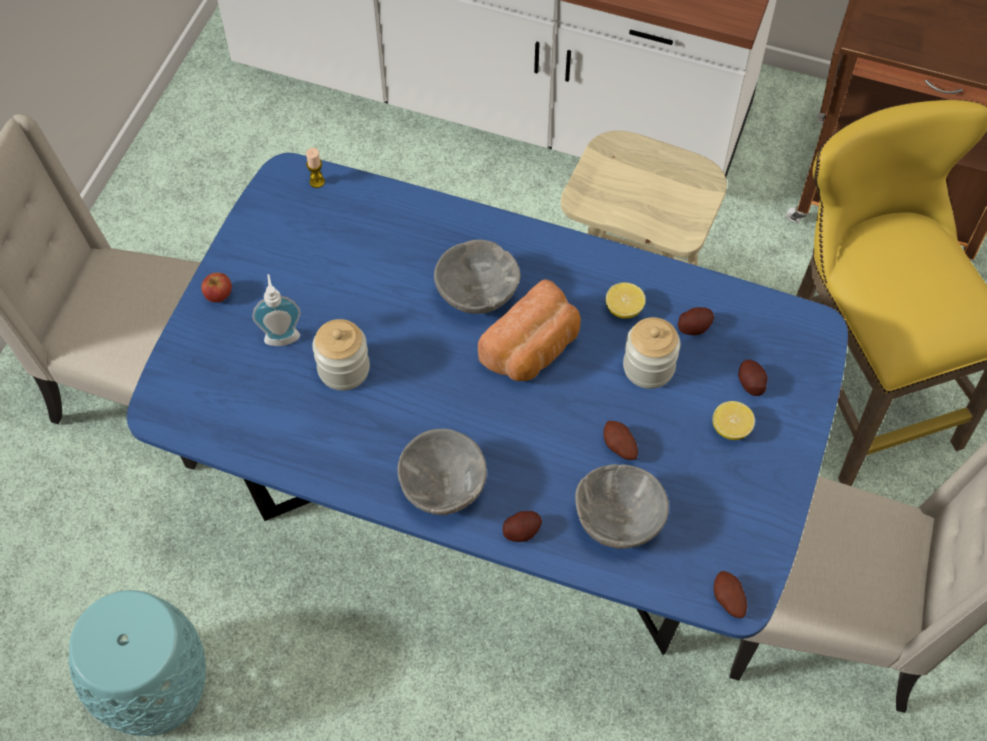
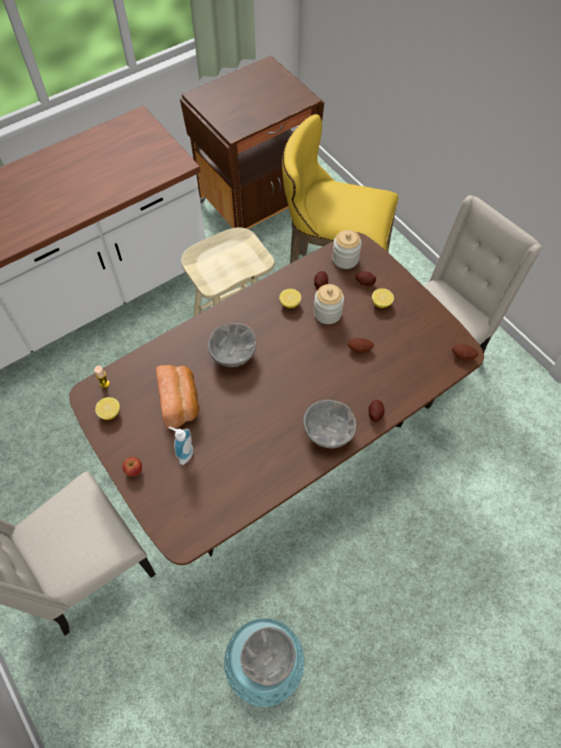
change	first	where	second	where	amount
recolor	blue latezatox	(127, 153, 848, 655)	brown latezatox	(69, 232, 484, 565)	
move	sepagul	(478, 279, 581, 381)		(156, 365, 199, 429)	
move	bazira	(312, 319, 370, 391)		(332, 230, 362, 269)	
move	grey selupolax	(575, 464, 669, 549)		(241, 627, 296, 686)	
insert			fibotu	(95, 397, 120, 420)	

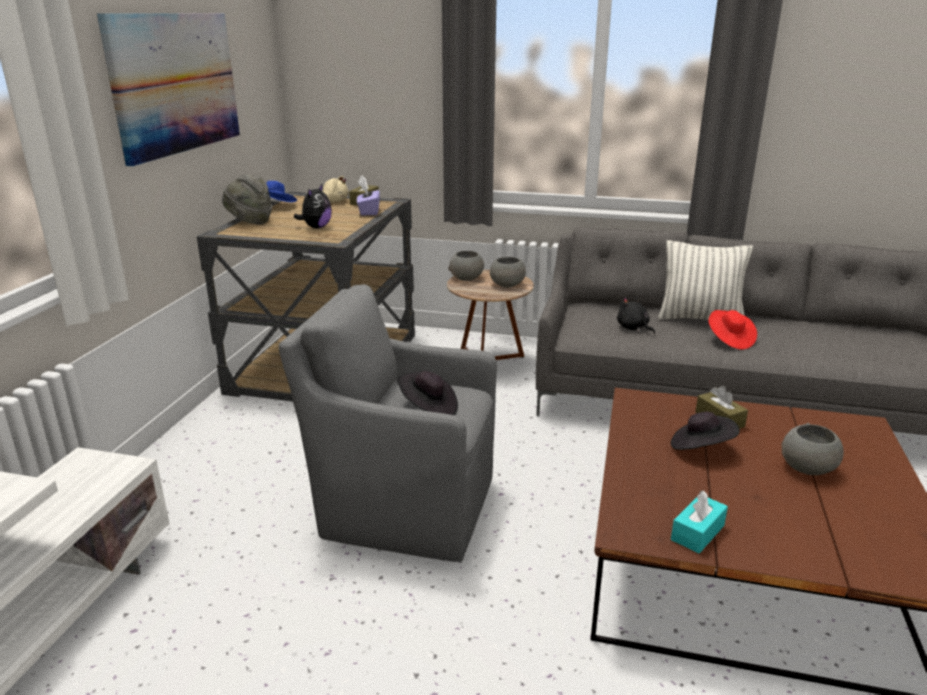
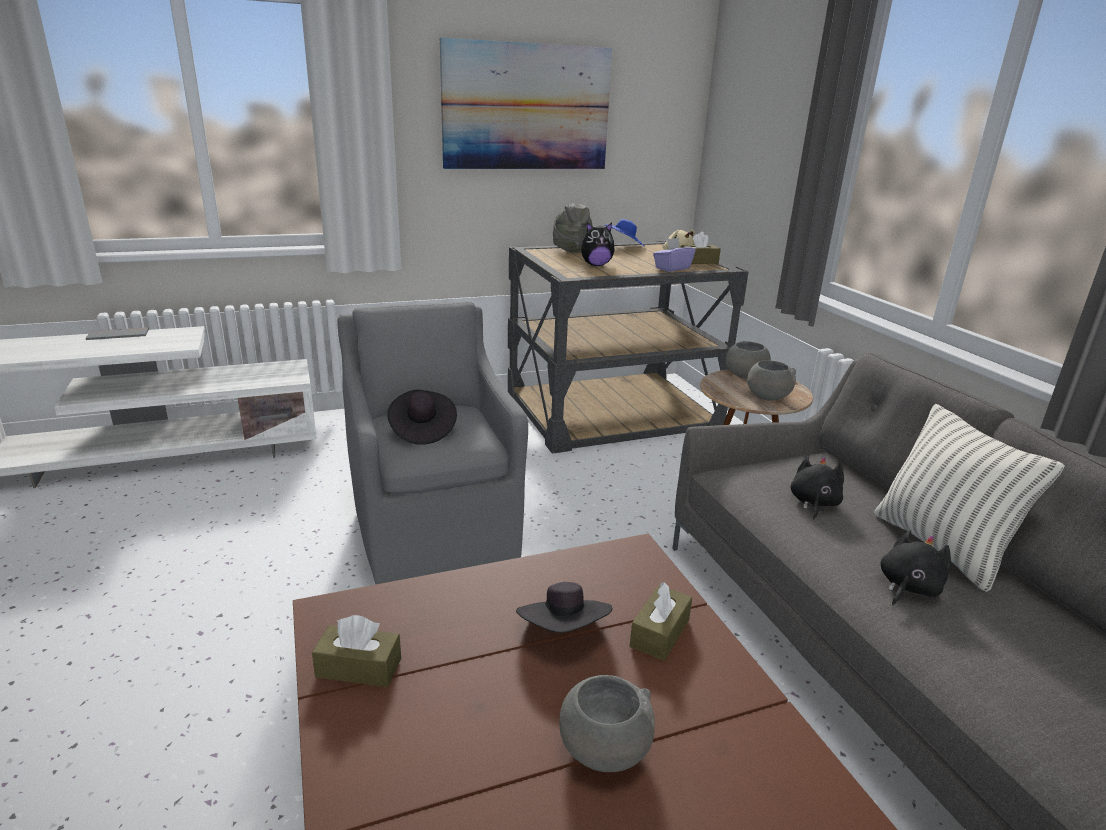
change	first	where	second	where	amount
replace	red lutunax	(708, 310, 757, 350)	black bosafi	(880, 530, 951, 605)	
recolor	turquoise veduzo	(671, 491, 728, 553)	brown veduzo	(312, 615, 401, 687)	

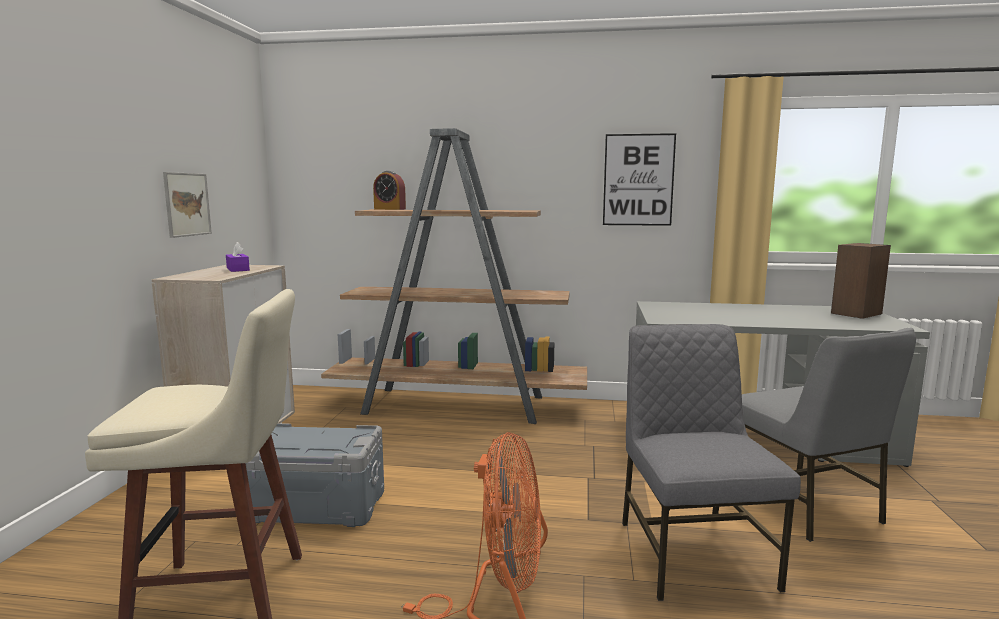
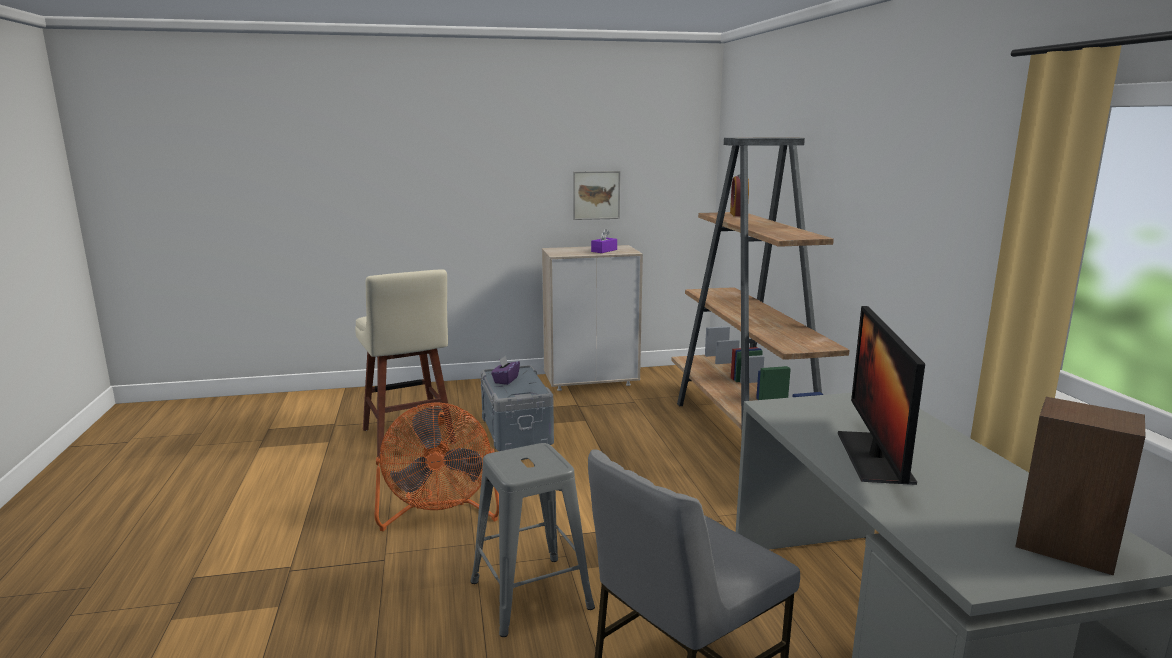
change	first	where	second	where	amount
delete	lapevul	(603, 133, 676, 226)			
replace	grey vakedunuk	(622, 324, 801, 601)	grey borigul	(470, 443, 595, 637)	
insert			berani	(838, 306, 925, 485)	
insert			purple veduzo	(491, 356, 520, 385)	

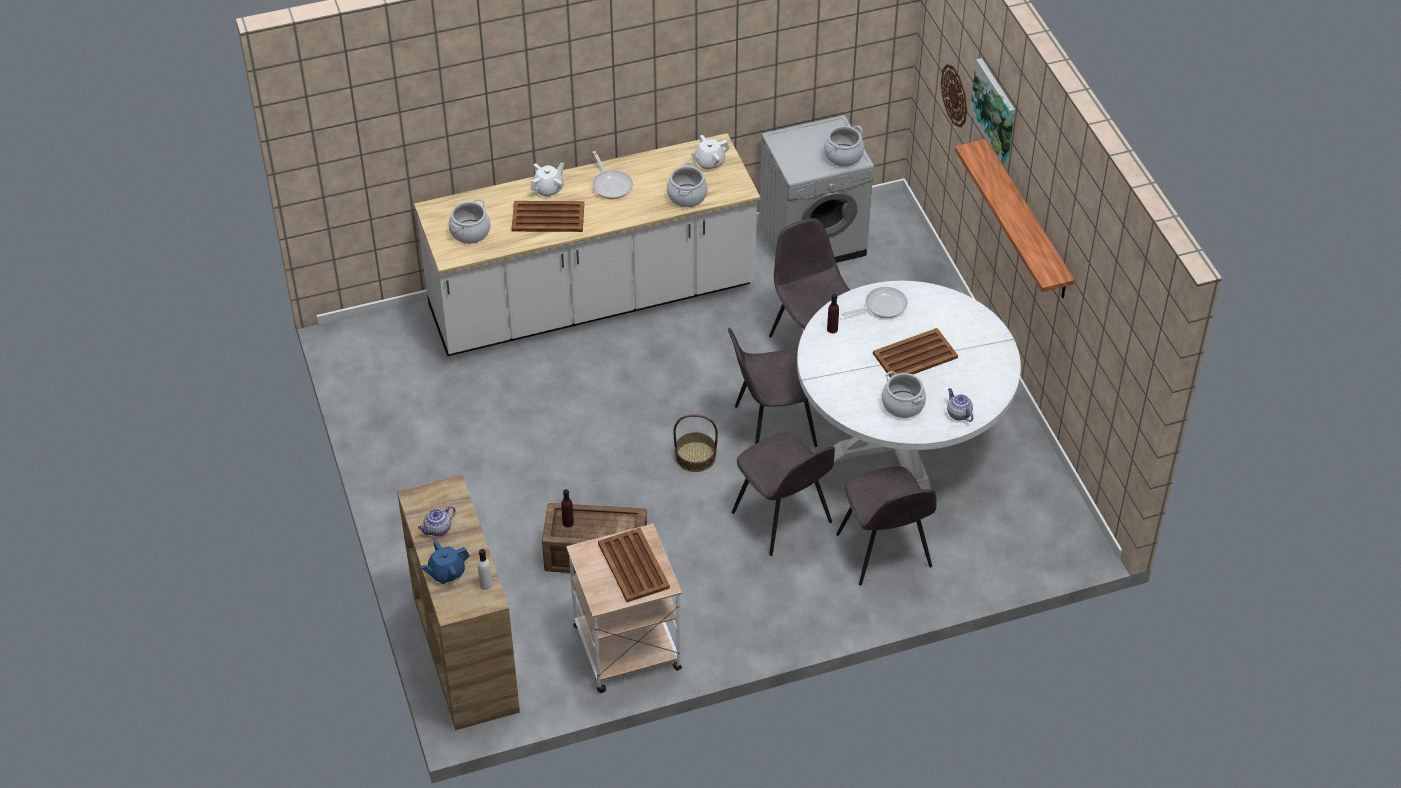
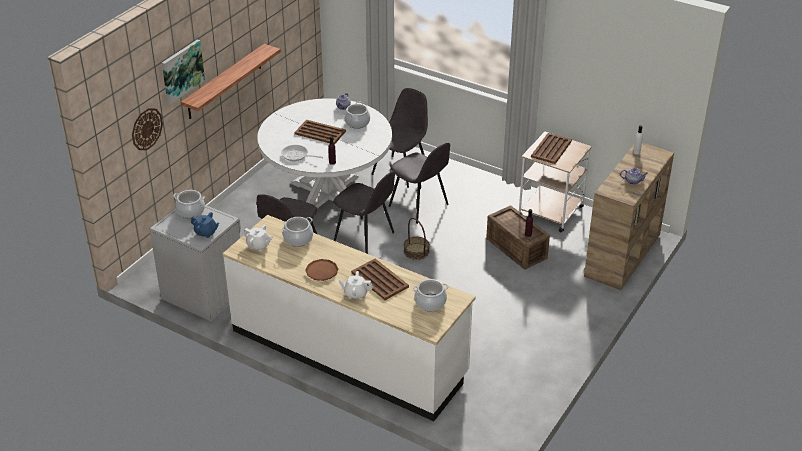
change	first	where	second	where	amount
replace	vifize	(592, 151, 633, 199)	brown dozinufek	(305, 259, 338, 281)	
rotate	grey vakedunuk	(732, 432, 835, 556)		(389, 143, 450, 224)	120 degrees clockwise
move	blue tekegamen	(421, 541, 470, 584)		(191, 212, 219, 238)	

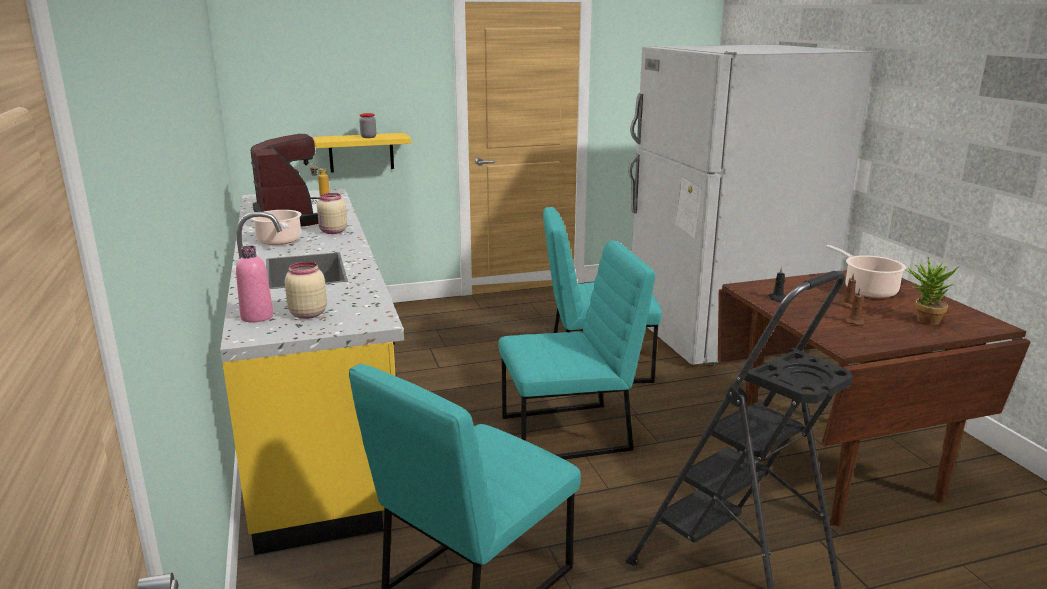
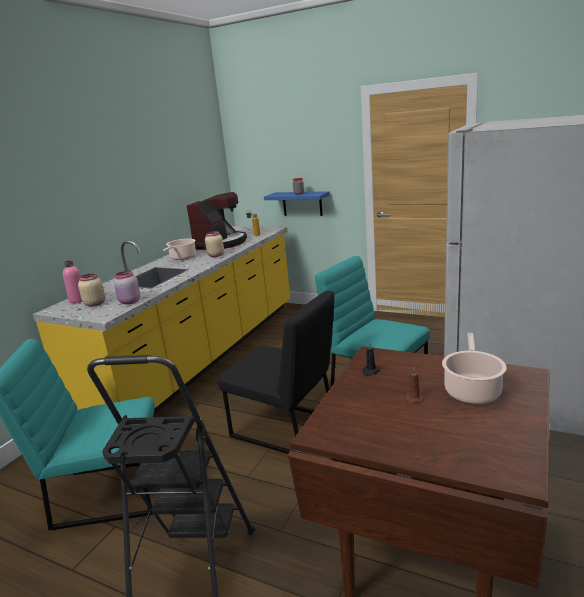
change	first	where	second	where	amount
recolor	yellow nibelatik	(314, 133, 411, 172)	blue nibelatik	(264, 191, 330, 216)	
recolor	turquoise vakedunuk	(498, 241, 655, 459)	black vakedunuk	(218, 290, 334, 454)	
delete	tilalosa	(905, 257, 958, 325)			
delete	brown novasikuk	(844, 288, 864, 325)			
insert			pink bazira	(114, 271, 140, 304)	

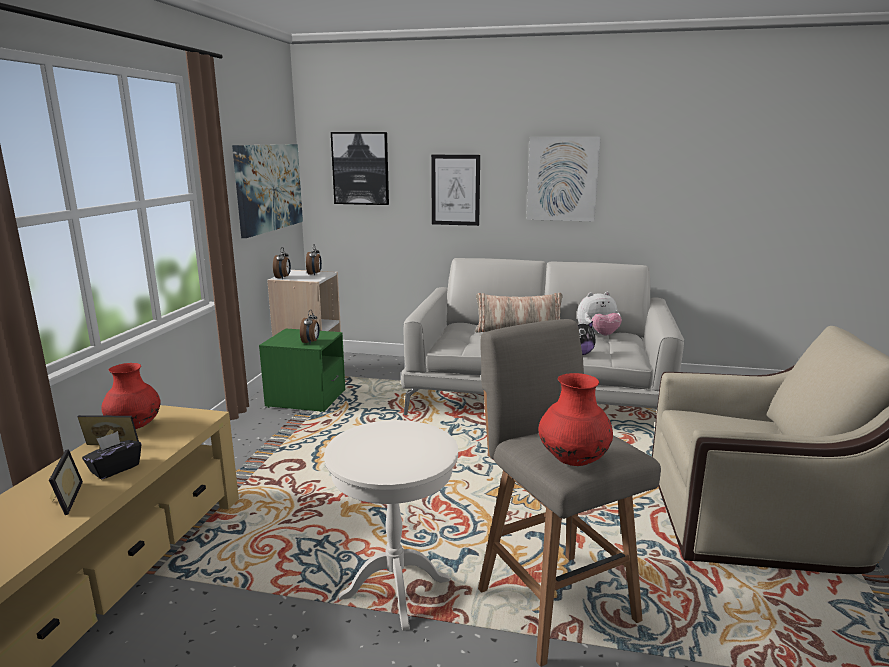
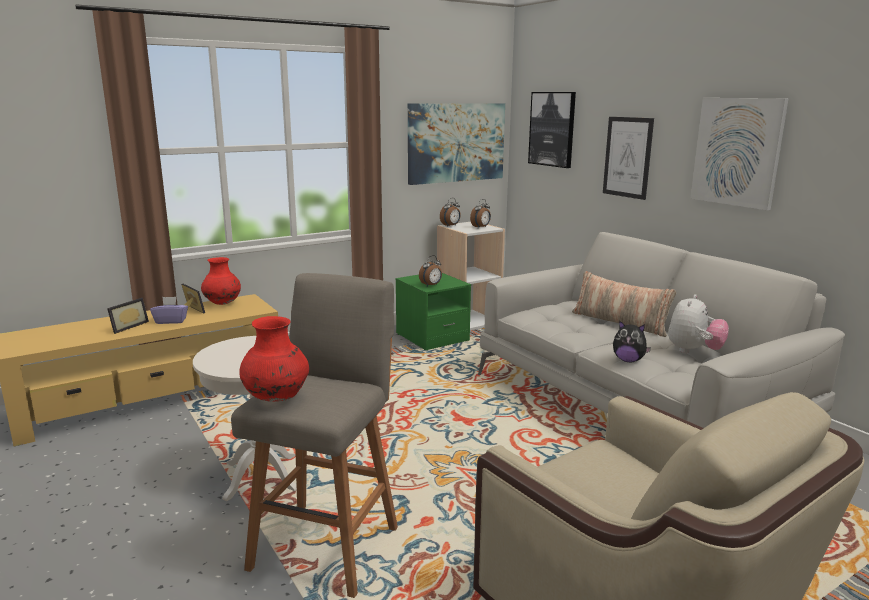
change	first	where	second	where	amount
rotate	bosafi	(577, 292, 622, 336)		(668, 294, 729, 353)	90 degrees counterclockwise
recolor	black veduzo	(82, 431, 141, 480)	purple veduzo	(150, 297, 188, 324)	

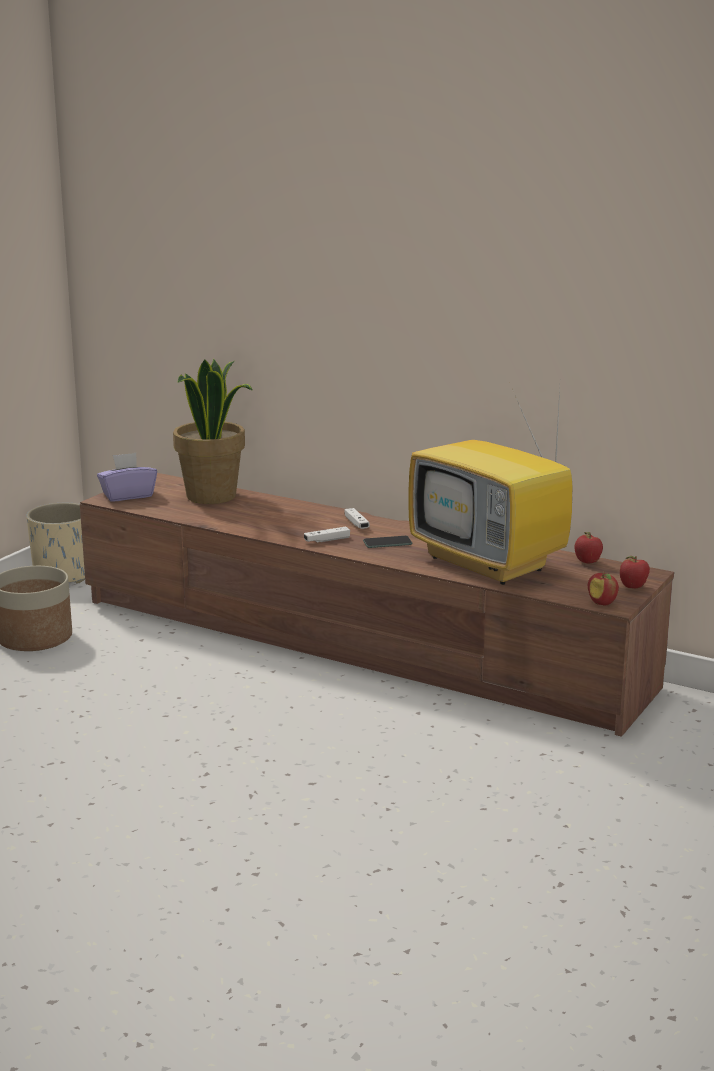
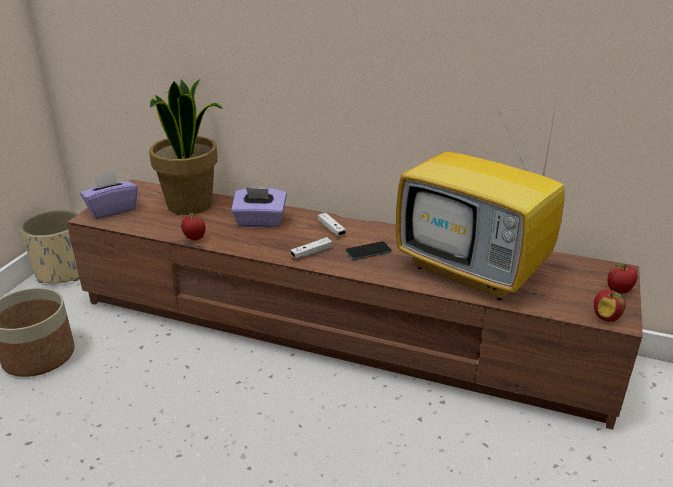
change	first	where	second	where	amount
move	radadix	(574, 532, 603, 563)		(181, 213, 206, 240)	
insert			purple veduzo	(231, 188, 287, 228)	

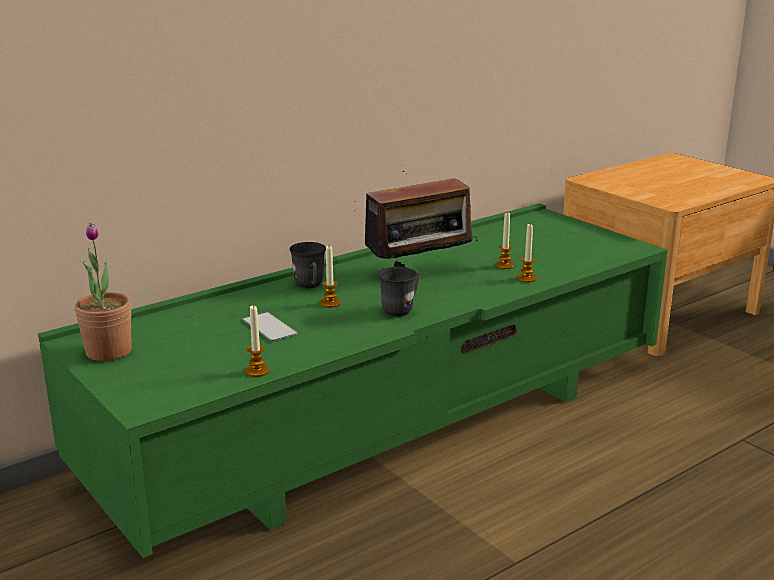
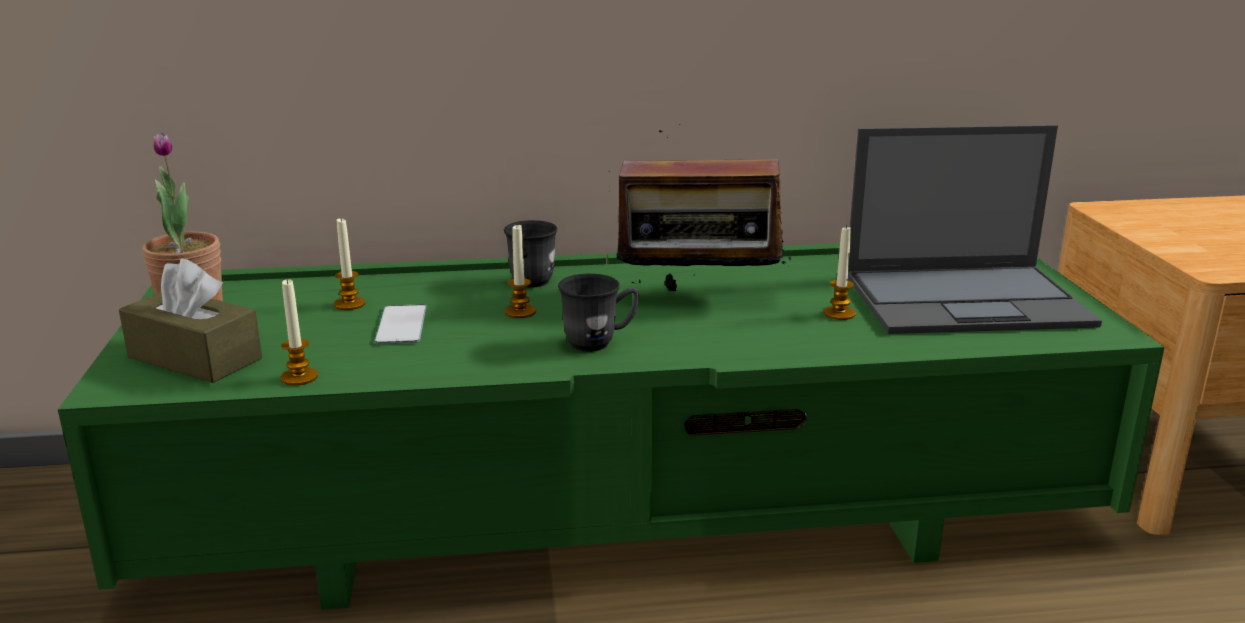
change	first	where	second	where	amount
move	novasikuk	(517, 224, 537, 282)		(334, 218, 365, 310)	
insert			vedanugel	(848, 125, 1102, 334)	
insert			brown veduzo	(119, 258, 262, 383)	

